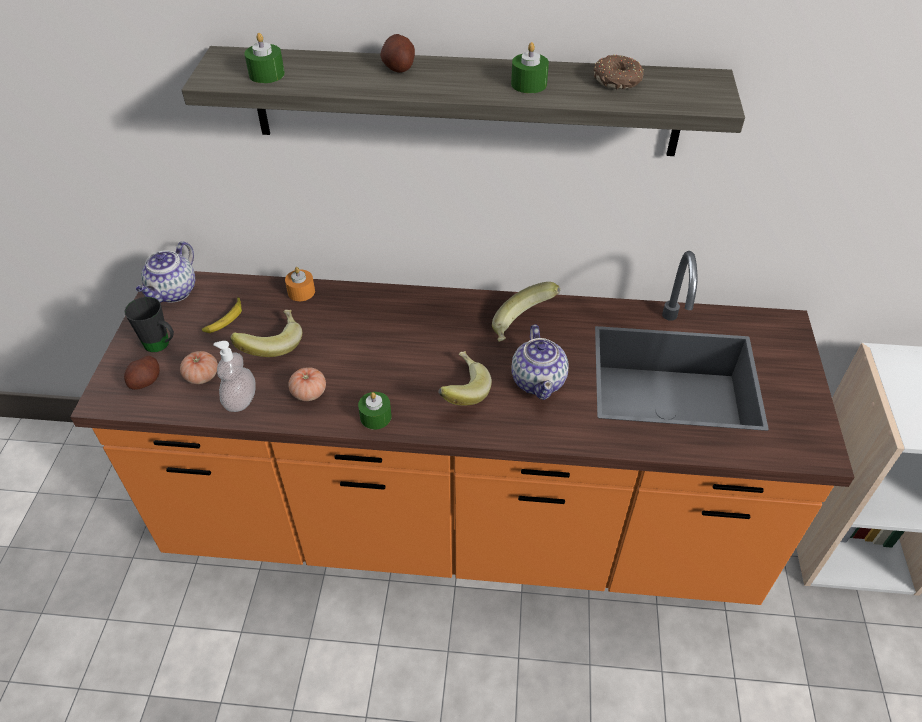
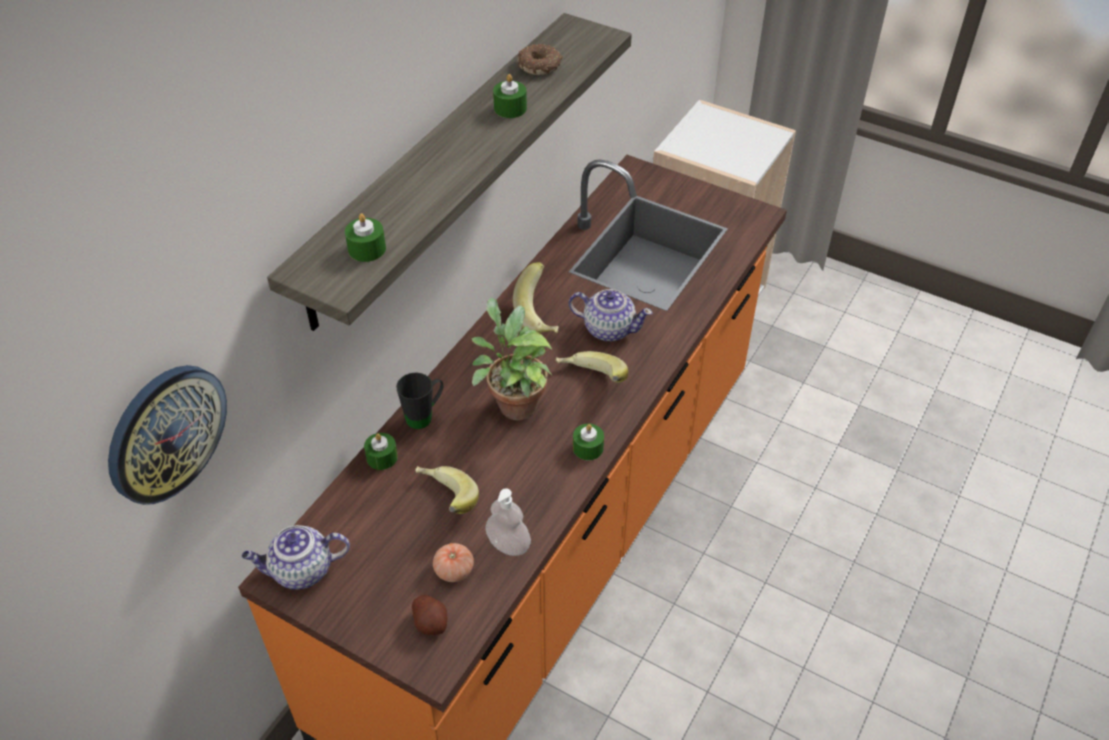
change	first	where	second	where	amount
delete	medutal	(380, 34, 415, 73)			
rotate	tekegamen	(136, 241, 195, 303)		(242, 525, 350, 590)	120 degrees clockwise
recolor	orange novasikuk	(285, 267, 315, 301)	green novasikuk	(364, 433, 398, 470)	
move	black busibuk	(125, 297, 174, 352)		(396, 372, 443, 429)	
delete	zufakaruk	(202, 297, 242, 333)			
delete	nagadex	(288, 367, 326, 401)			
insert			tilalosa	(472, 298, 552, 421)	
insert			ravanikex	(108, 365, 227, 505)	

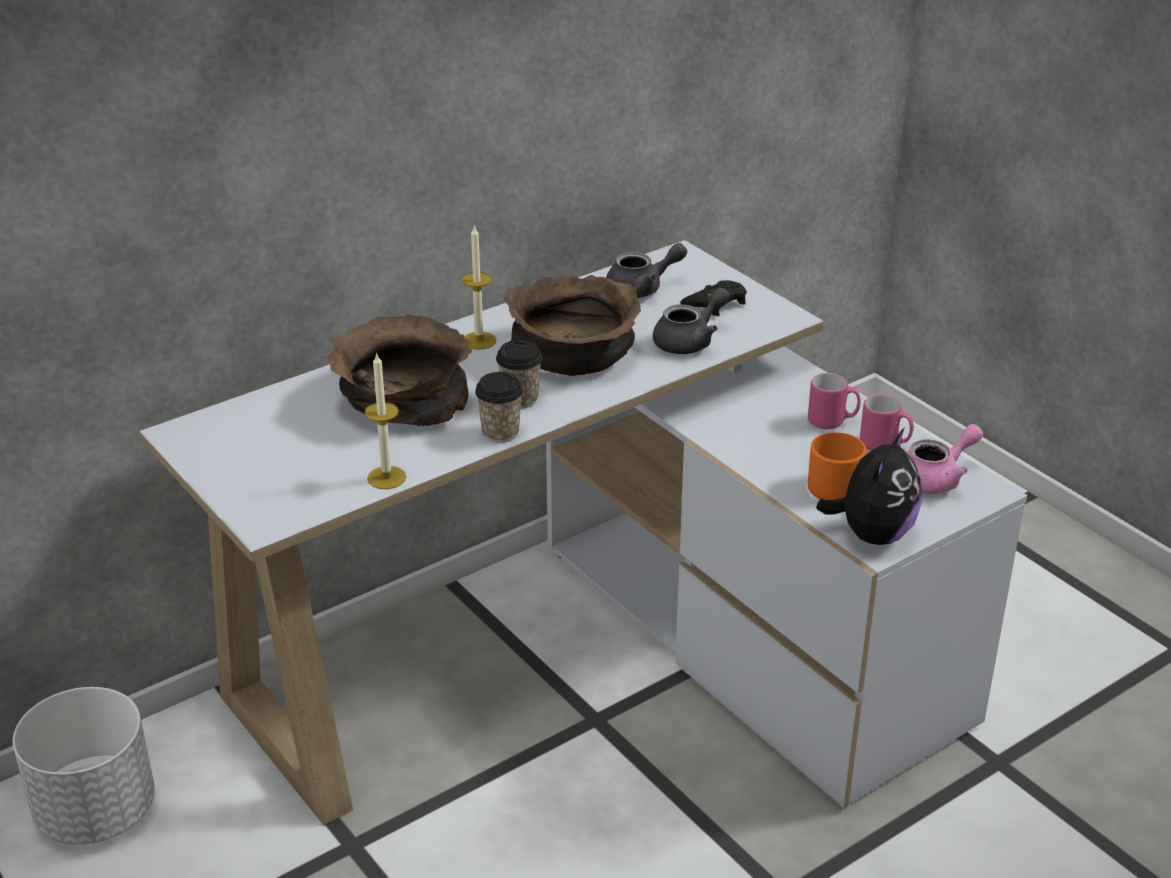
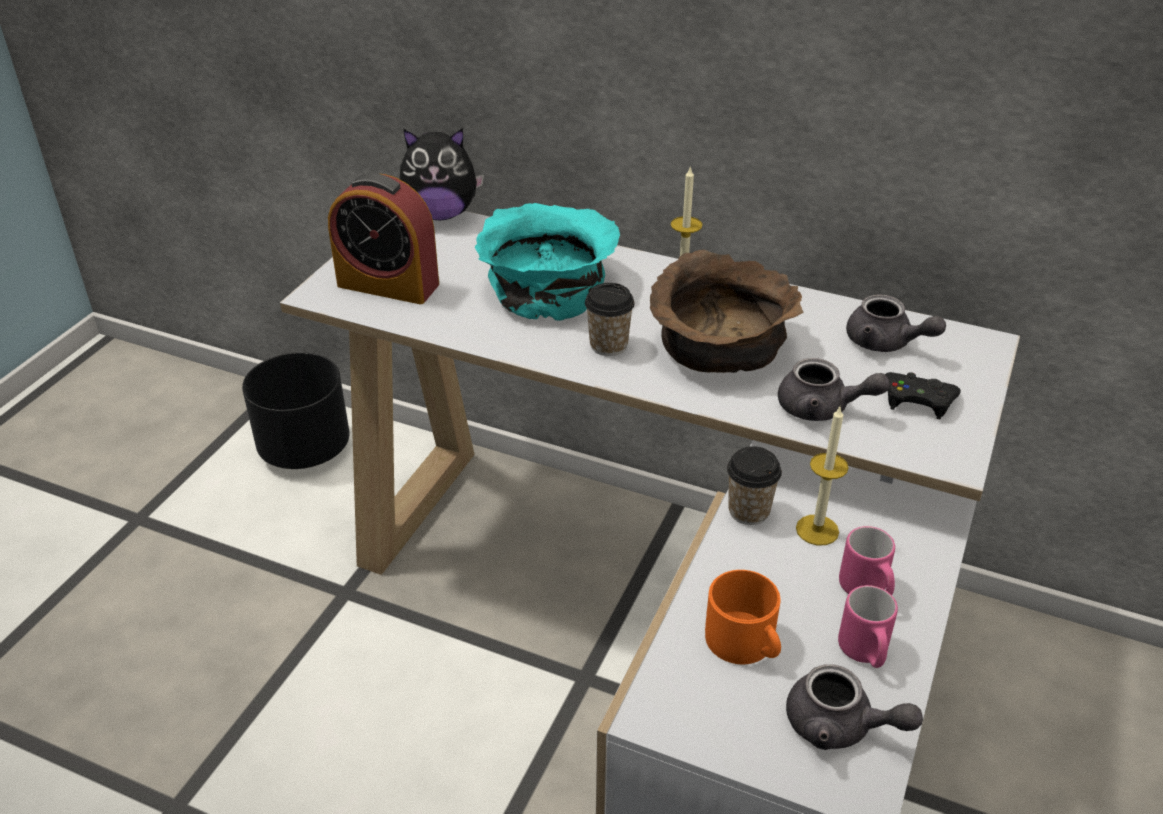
change	first	where	second	where	amount
recolor	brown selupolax	(327, 314, 472, 426)	turquoise selupolax	(475, 203, 620, 321)	
move	novasikuk	(364, 352, 407, 489)		(796, 407, 849, 546)	
move	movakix	(475, 372, 523, 443)		(727, 446, 782, 525)	
recolor	pink tekegamen	(907, 424, 983, 494)	grey tekegamen	(786, 664, 923, 750)	
move	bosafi	(816, 427, 922, 545)		(400, 128, 484, 220)	
recolor	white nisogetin	(13, 687, 155, 844)	black nisogetin	(242, 352, 350, 469)	
insert			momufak	(328, 173, 439, 304)	

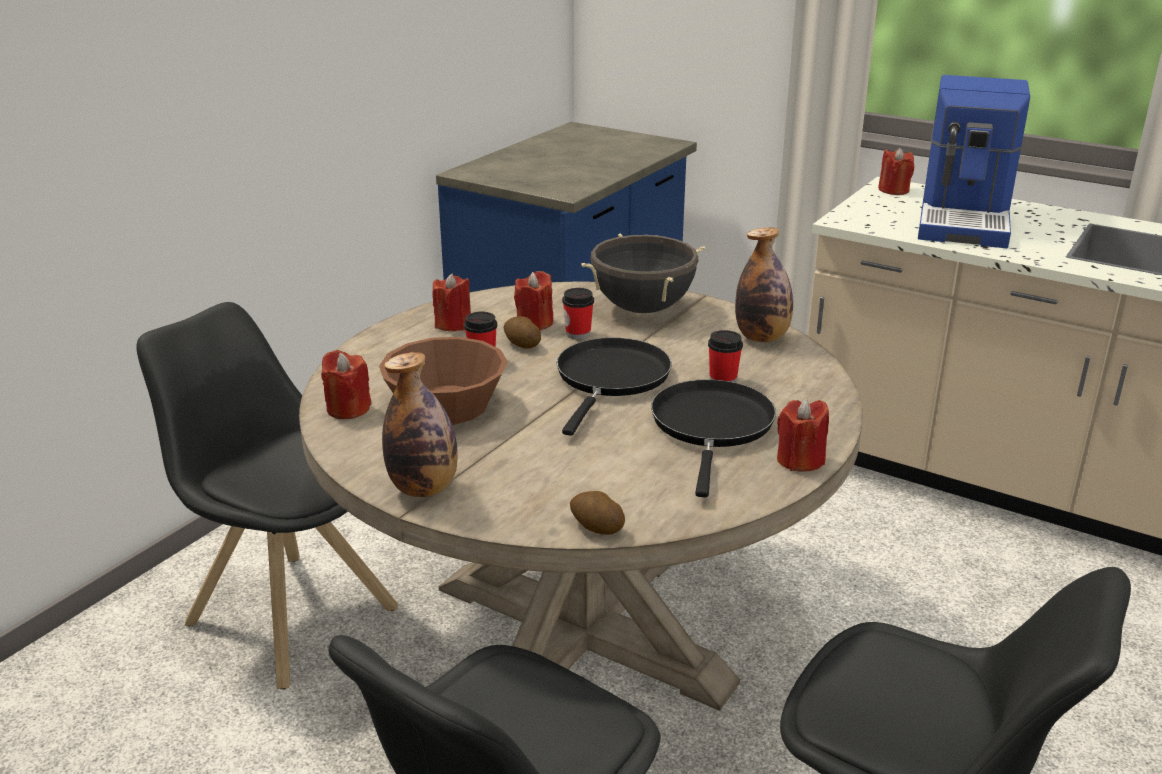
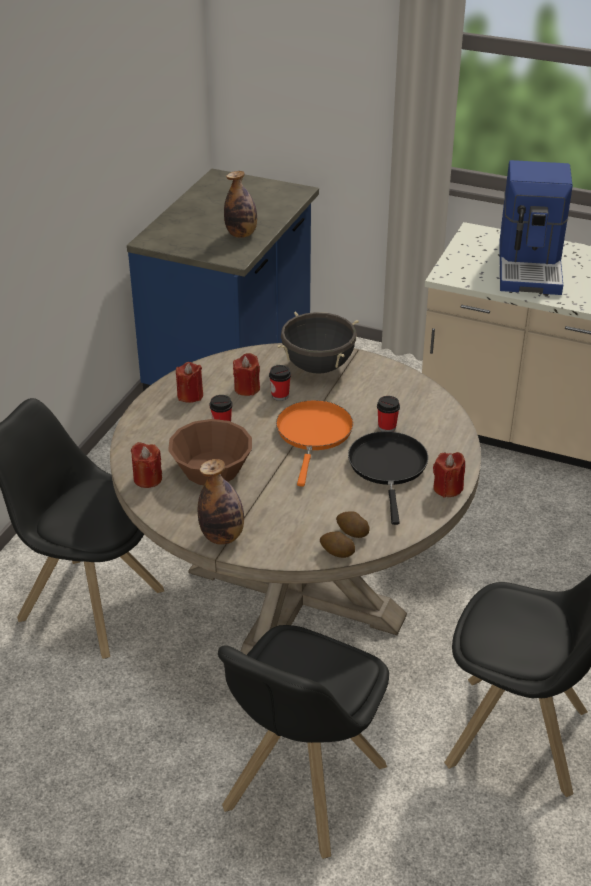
change	first	where	second	where	amount
delete	red novasikuk	(878, 148, 914, 195)			
move	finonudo	(735, 227, 793, 342)		(224, 171, 257, 238)	
move	medutal	(504, 316, 541, 349)		(336, 511, 370, 538)	
recolor	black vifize	(557, 338, 672, 436)	orange vifize	(276, 400, 353, 487)	

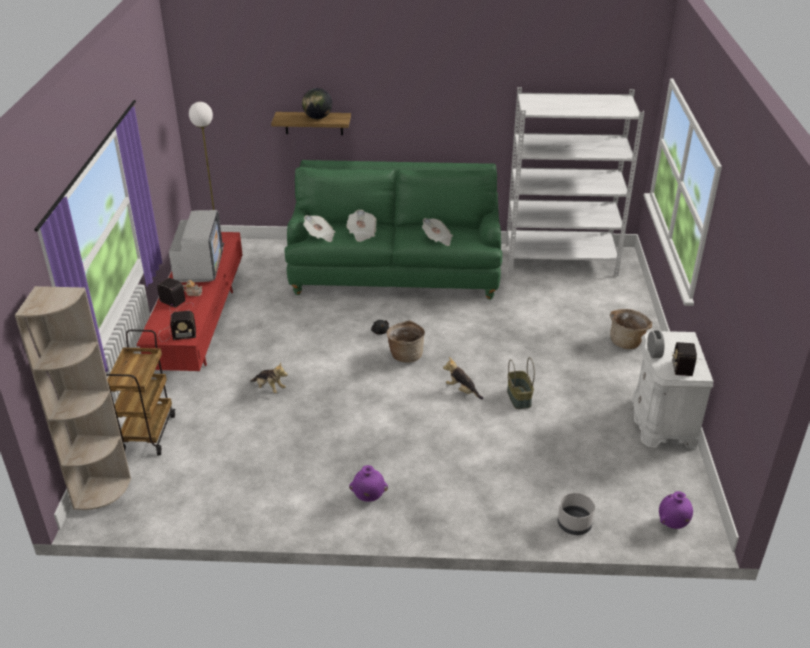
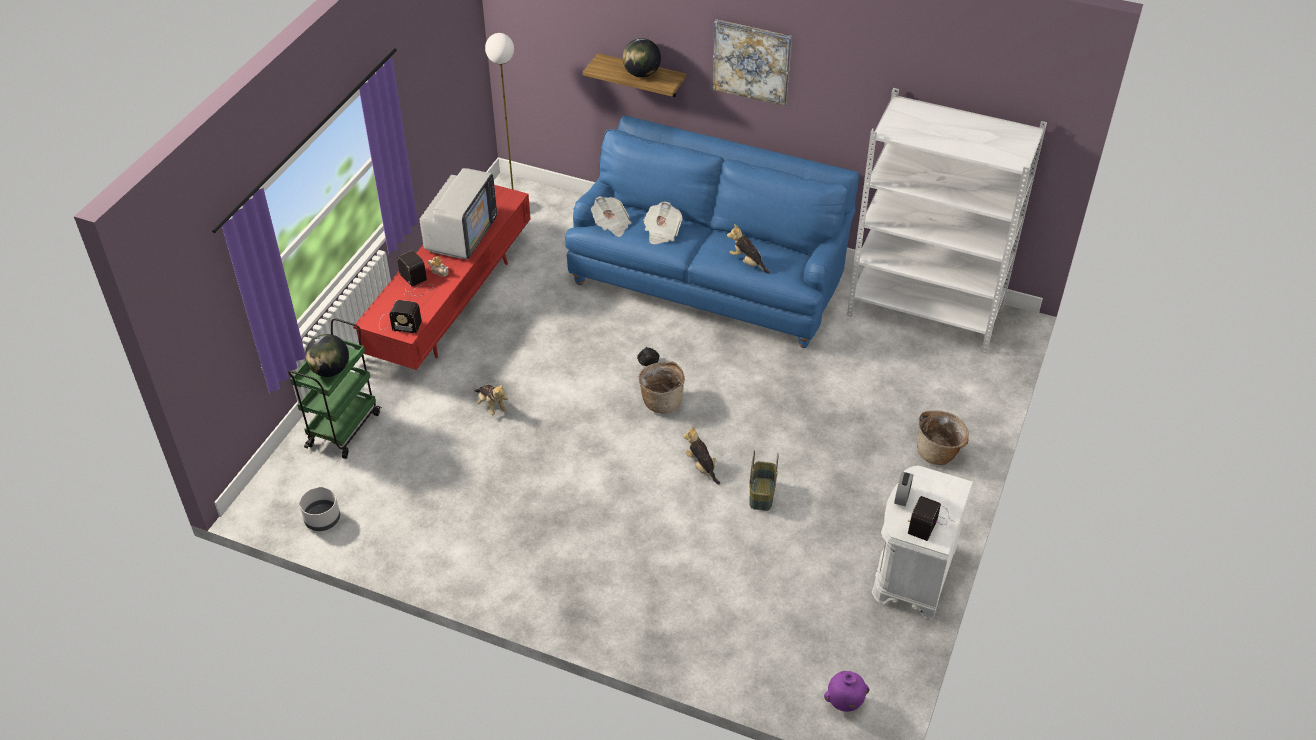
change	first	where	second	where	amount
recolor	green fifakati	(284, 160, 502, 300)	blue fifakati	(565, 115, 859, 348)	
replace	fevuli	(422, 218, 453, 246)	bosafi	(727, 224, 770, 274)	
delete	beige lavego	(15, 286, 131, 510)			
recolor	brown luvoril	(106, 330, 176, 455)	green luvoril	(288, 318, 380, 459)	
delete	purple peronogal	(349, 465, 388, 502)			
move	grey nisogetin	(558, 493, 595, 535)		(299, 487, 340, 531)	
insert			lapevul	(712, 19, 792, 106)	
insert			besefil	(305, 334, 349, 377)	

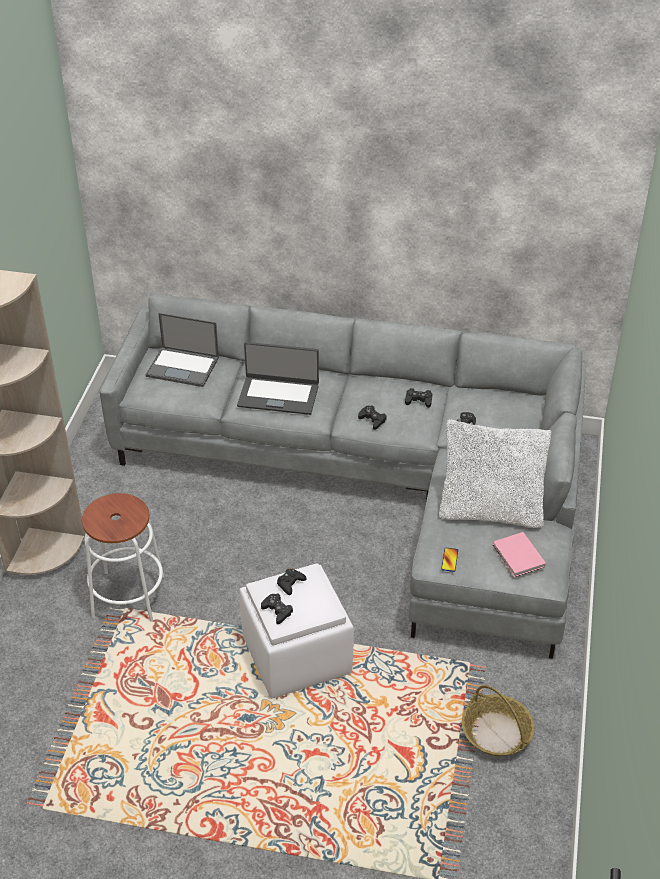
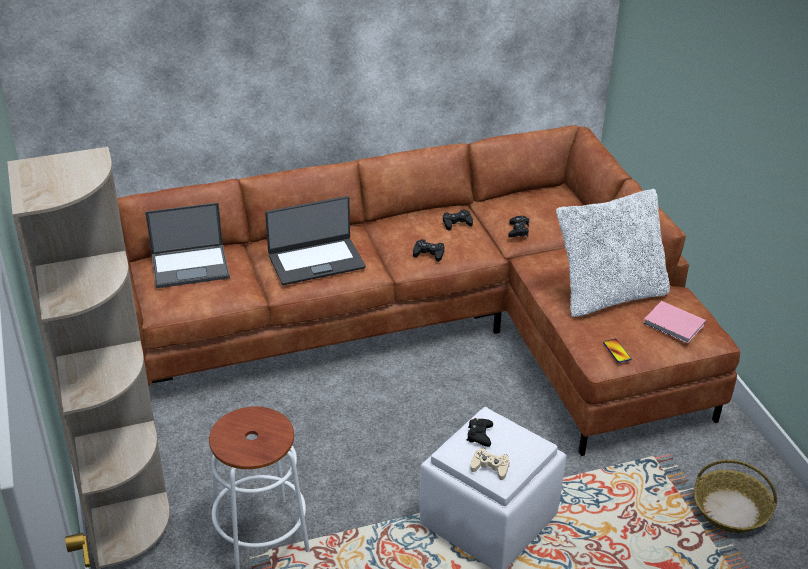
change	first	where	second	where	amount
recolor	grey fifakati	(100, 294, 586, 659)	brown fifakati	(117, 125, 740, 456)	
recolor	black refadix	(261, 593, 293, 624)	beige refadix	(470, 448, 510, 480)	

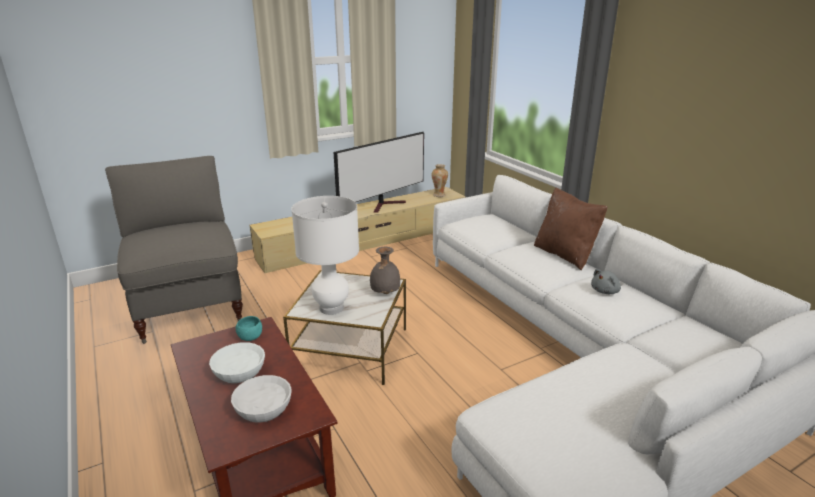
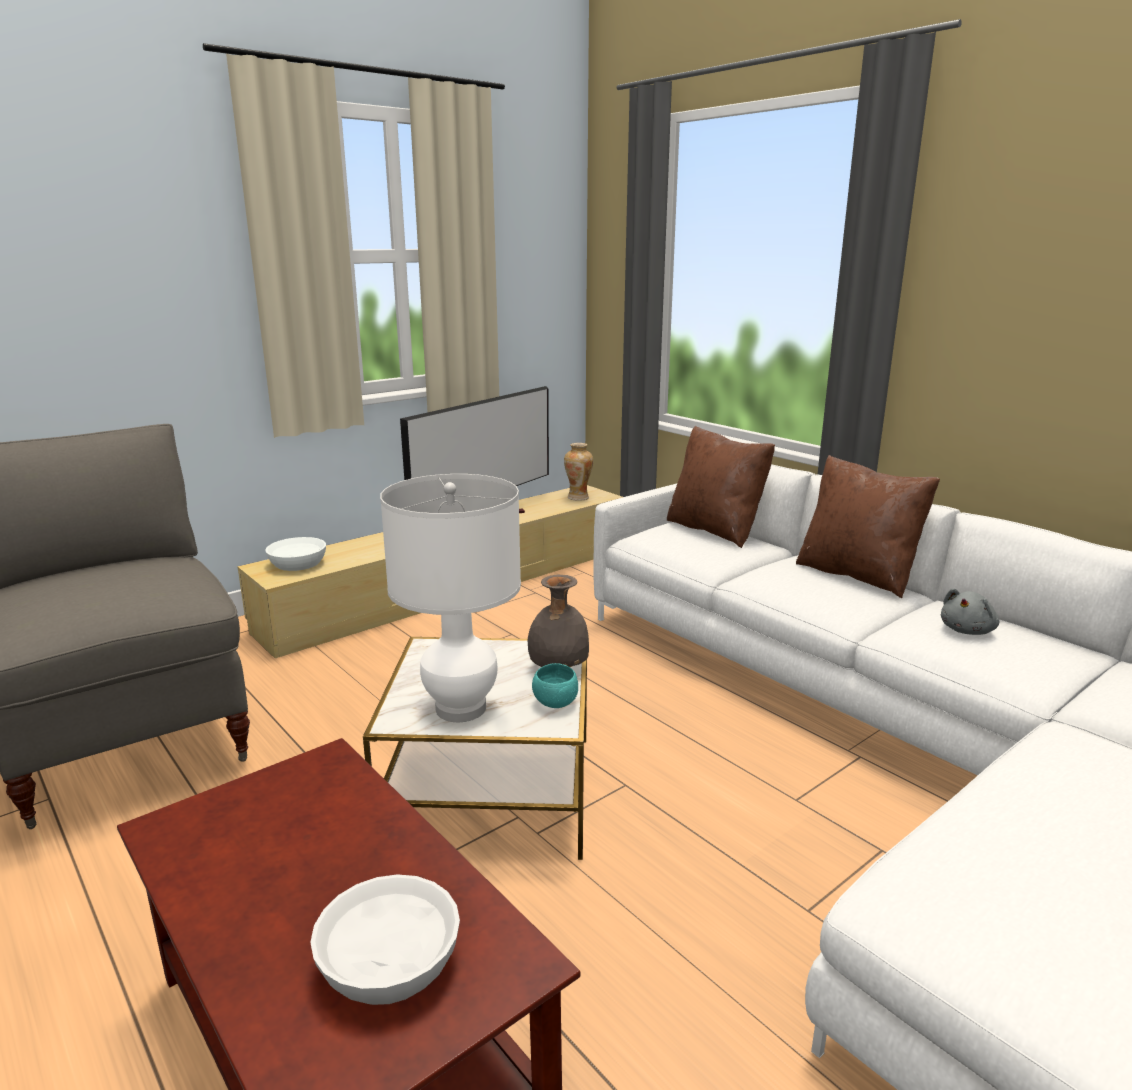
change	first	where	second	where	amount
move	turquoise selupolax	(236, 316, 262, 341)		(532, 663, 578, 708)	
move	white selupolax	(209, 342, 265, 383)		(265, 537, 326, 571)	
insert			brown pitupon	(667, 426, 775, 548)	

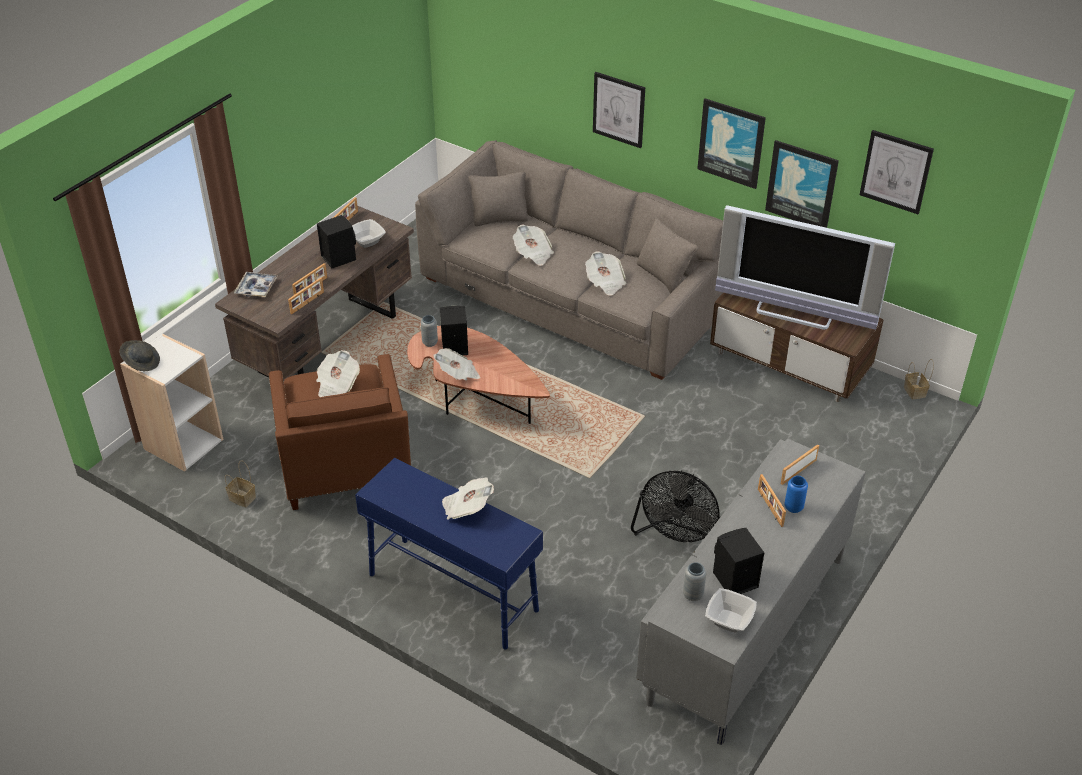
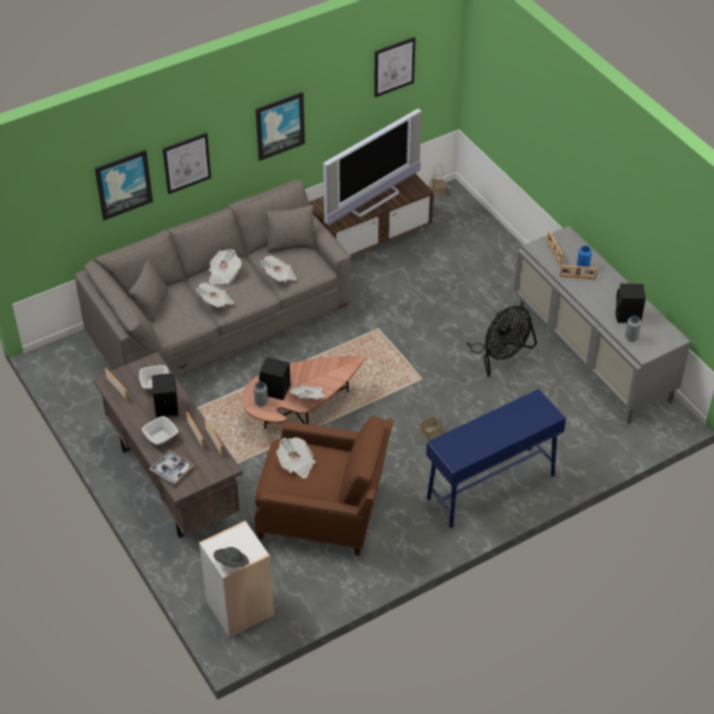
change	first	where	second	where	amount
move	lapevul	(765, 140, 839, 228)		(95, 149, 153, 220)	
move	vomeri	(225, 461, 256, 507)		(420, 405, 442, 441)	
move	fevuli	(442, 477, 494, 520)		(209, 249, 241, 285)	
move	selupolax	(705, 588, 757, 632)		(141, 416, 179, 446)	

